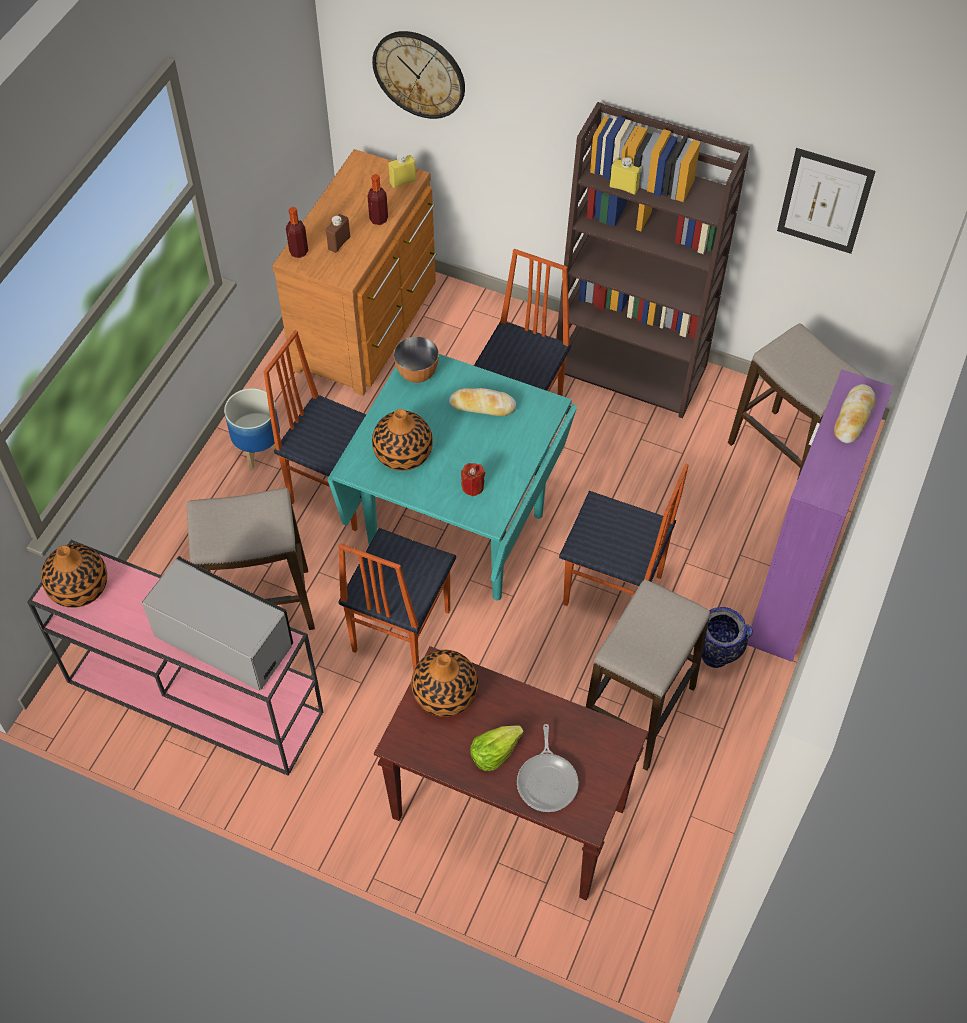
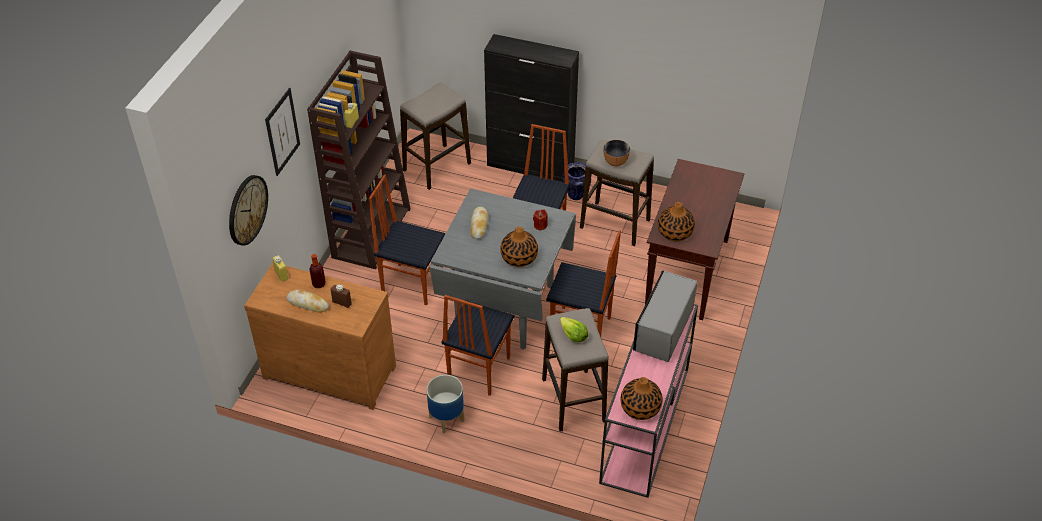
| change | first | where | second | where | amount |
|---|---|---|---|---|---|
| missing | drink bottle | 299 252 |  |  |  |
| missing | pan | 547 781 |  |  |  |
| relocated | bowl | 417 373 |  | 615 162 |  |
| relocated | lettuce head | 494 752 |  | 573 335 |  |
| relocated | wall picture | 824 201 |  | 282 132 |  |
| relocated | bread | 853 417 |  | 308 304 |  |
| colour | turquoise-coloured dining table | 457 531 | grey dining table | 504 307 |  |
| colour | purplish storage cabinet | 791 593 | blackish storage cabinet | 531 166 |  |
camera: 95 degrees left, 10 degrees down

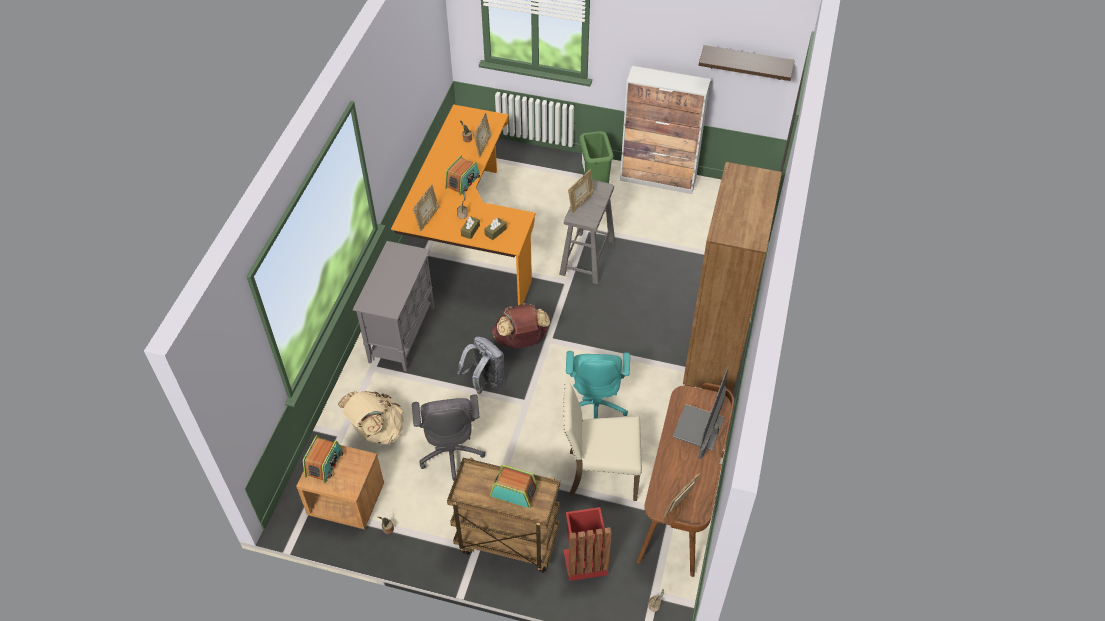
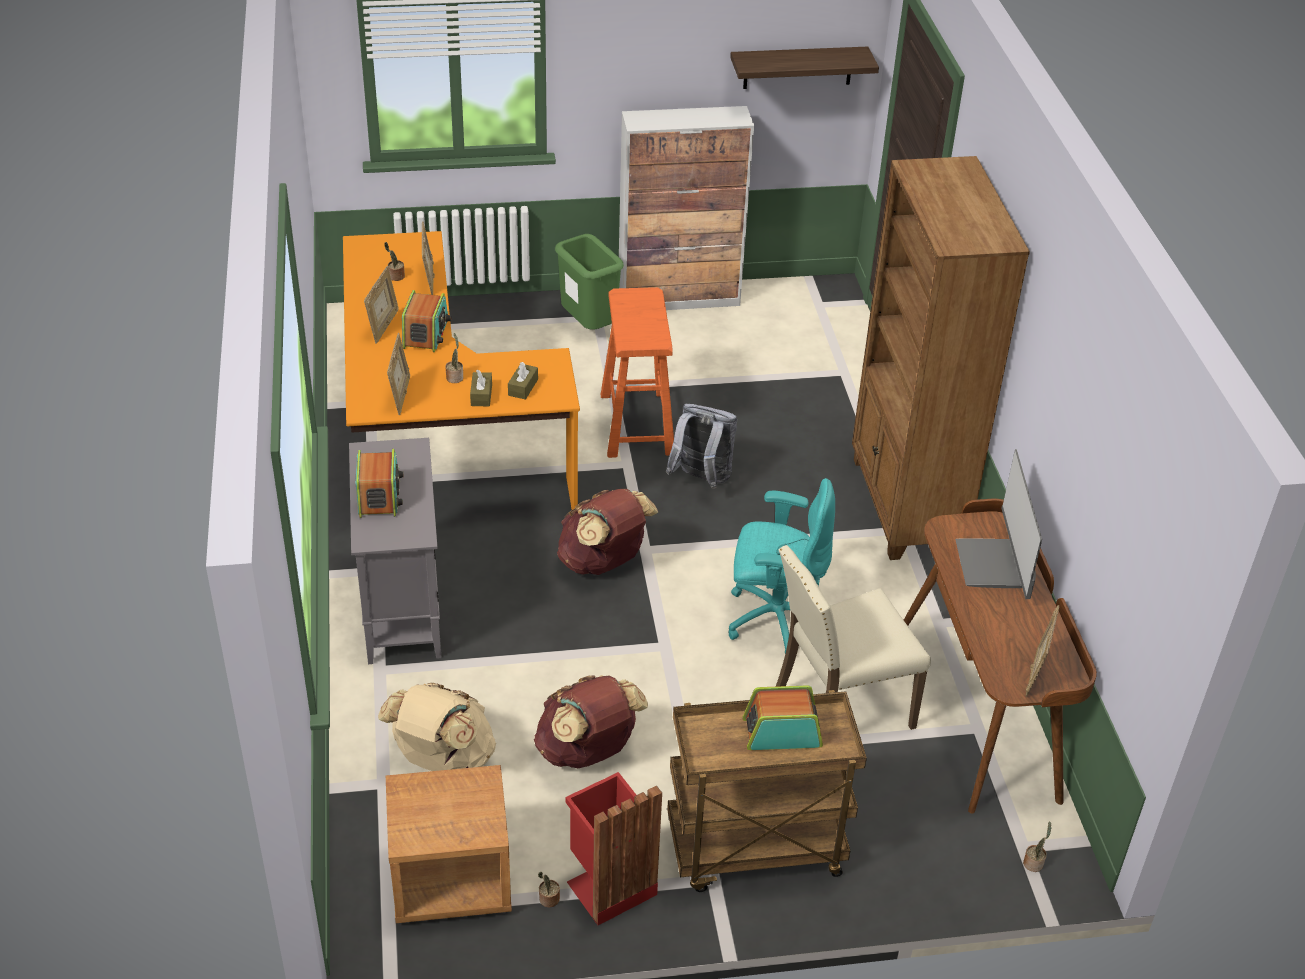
| change | first | where | second | where | amount |
|---|---|---|---|---|---|
| relocated | radio | 324 463 |  | 379 495 |  |
| relocated | grey rucksack | 485 381 |  | 701 480 |  |
| relocated | red trash can | 584 560 |  | 609 885 |  |
| relocated | standing frame | 580 203 |  | 383 327 |  |
| exchanged | grey office chair | 451 452 | brownish rucksack | 587 751 |  |
| colour | grey stool | 587 258 | orange stool | 637 425 |  |
| spun | turquoise-coloured office chair | 595 406 |  | 774 619 | 60 degrees counterclockwise |
camera: 25 degrees left, 10 degrees down

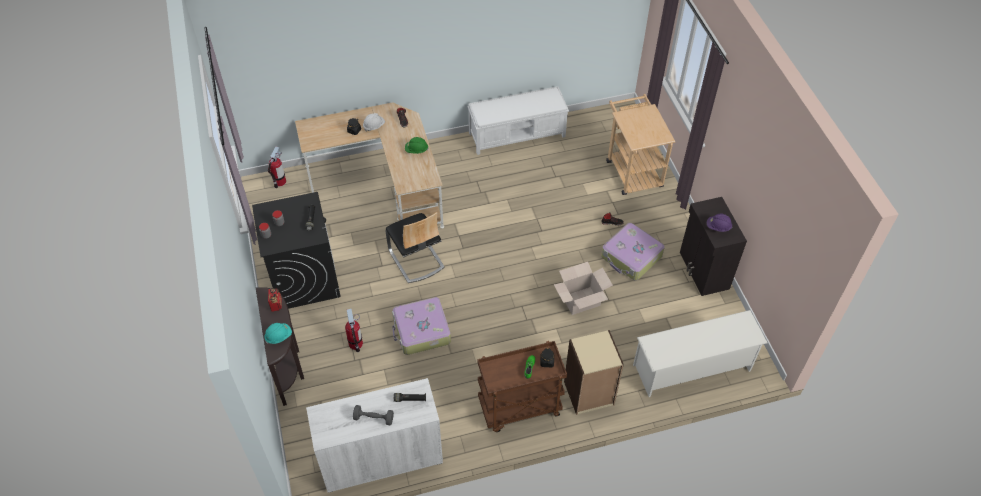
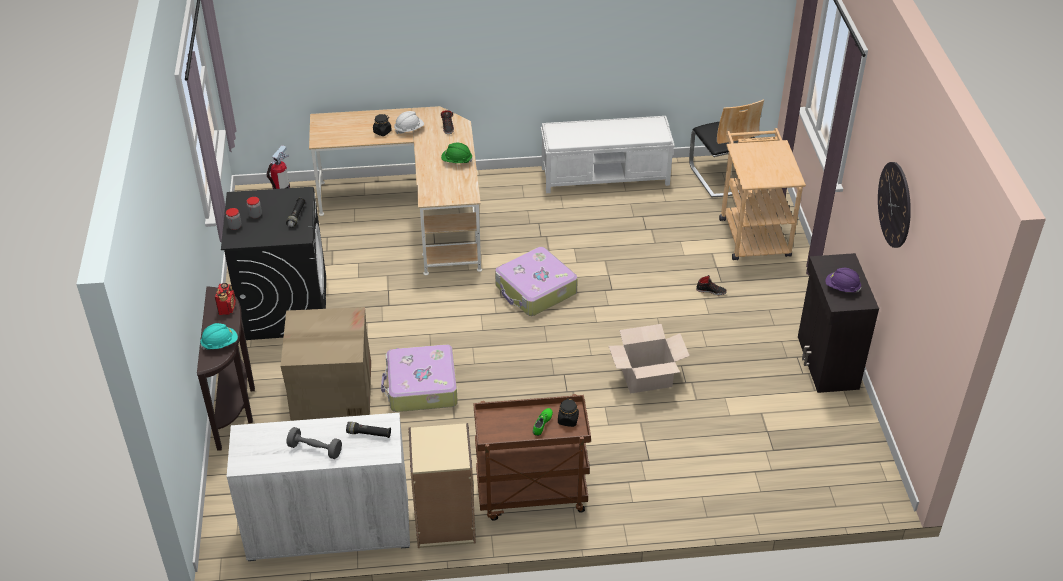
| change | first | where | second | where | amount |
|---|---|---|---|---|---|
| missing | white shoe rack | 692 368 |  |  |  |
| appeared |  |  | wall clock | 895 204 |  |
| relocated | upright chair | 416 259 |  | 722 176 |  |
| relocated | sand-coloured bookshelf | 589 394 |  | 445 524 |  |
| relocated | travel case | 631 257 |  | 535 290 |  |
| exchanged | fire-fighting cylinder | 356 343 | packing box | 331 391 |  |
camera: 10 degrees right, 10 degrees down

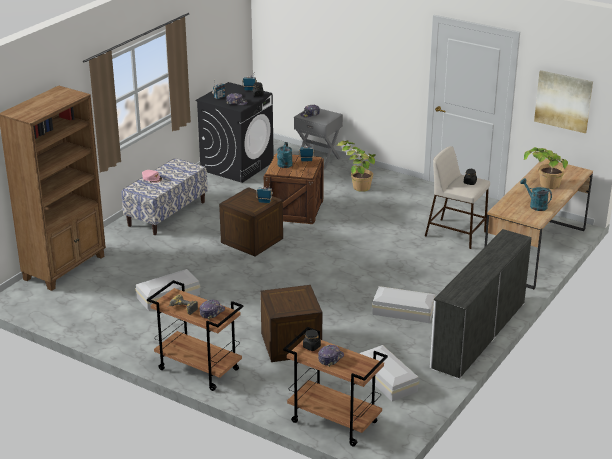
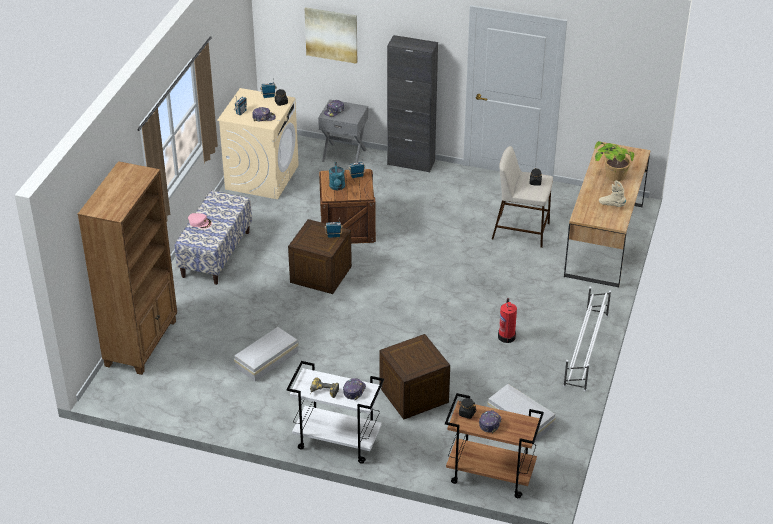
| change | first | where | second | where | amount |
|---|---|---|---|---|---|
| missing | plant in a pot | 356 184 |  |  |  |
| appeared |  |  | blackish storage cabinet | 411 163 |  |
| relocated | wall picture | 563 101 |  | 331 34 |  |
| exchanged | white storage container | 404 311 | fire-fighting cylinder | 506 336 |  |
| exchanged | white chest of drawers | 478 334 | white shoe rack | 585 350 |  |
| exchanged | turquoise-coloured watering pot | 535 205 | sand-coloured tall boot | 612 205 |  |
| colour | brownish wheeled cart | 197 369 | white wheeled cart | 336 442 |  |
| colour | blackish washing machine | 237 166 | sand-coloured washing machine | 262 177 |  |
camera: 15 degrees left, 10 degrees up

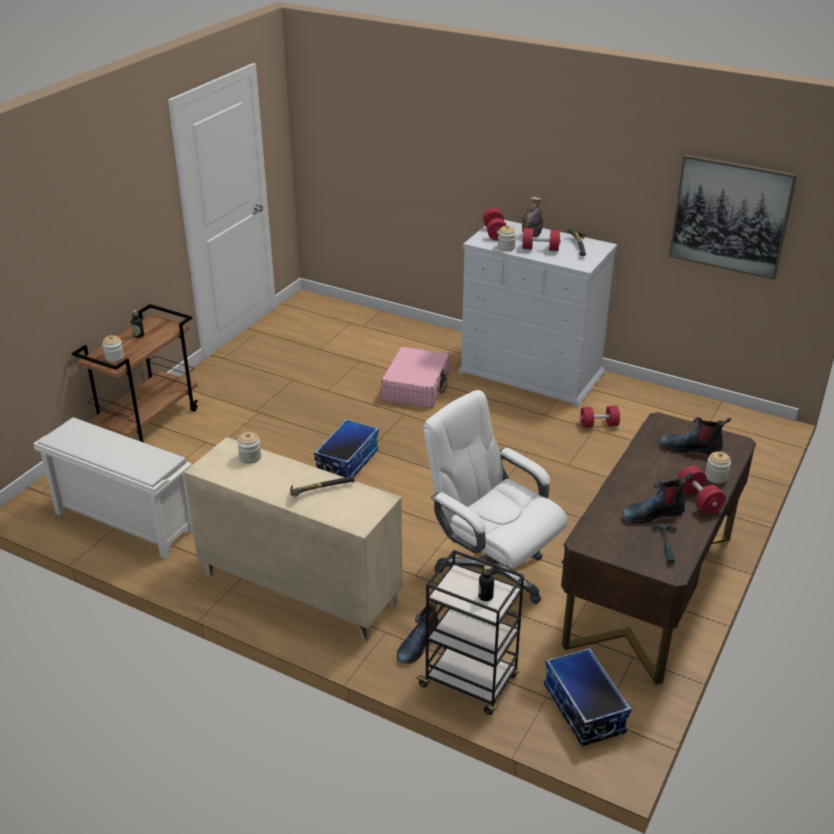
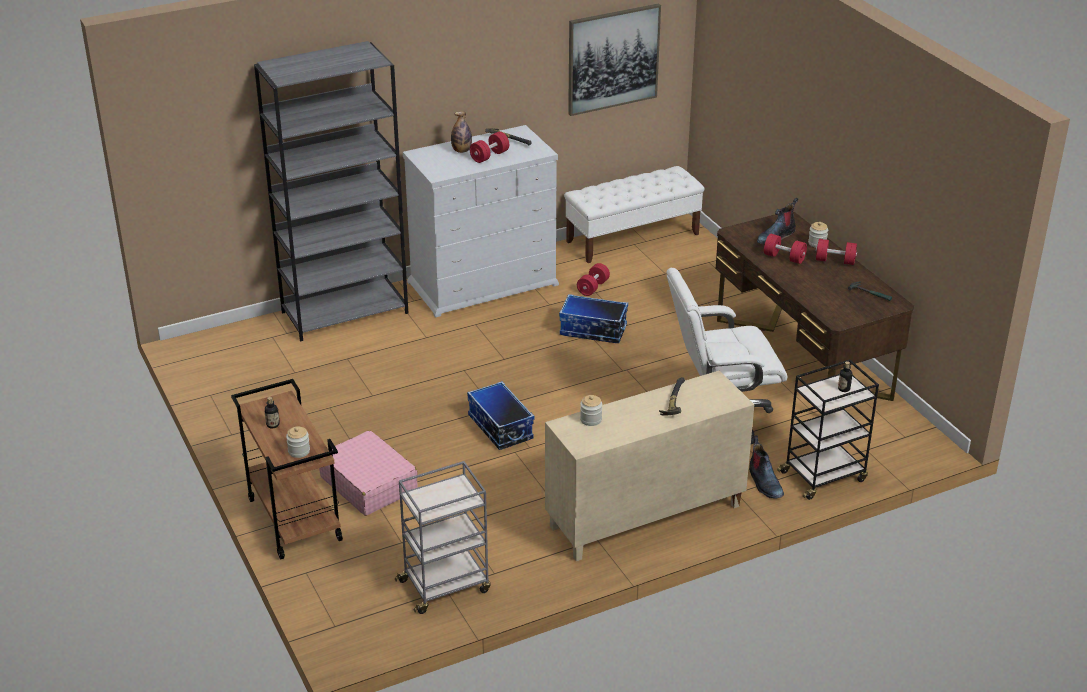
| change | first | where | second | where | amount |
|---|---|---|---|---|---|
| missing | storage jar | 506 247 |  |  |  |
| missing | tall boot | 653 513 |  |  |  |
| appeared |  |  | grey bookshelf | 345 312 |  |
| appeared |  |  | white bench | 633 238 |  |
| relocated | pinkish travel case | 416 387 |  | 368 484 |  |
| relocated | red hand weight | 494 233 |  | 784 257 |  |
| relocated | storage container | 582 709 |  | 592 331 |  |
| exchanged | white shoe rack | 123 522 | grey wheeled cart | 445 585 |  |
camera: 55 degrees left, 0 degrees up

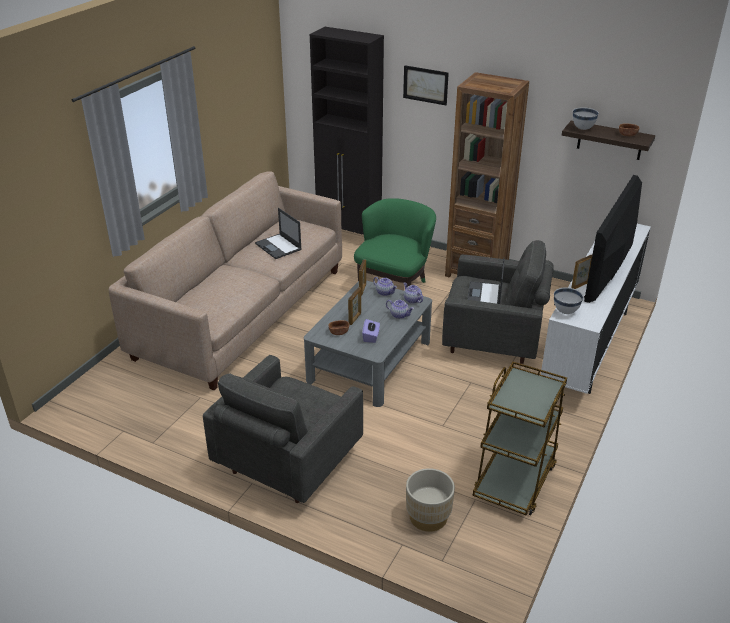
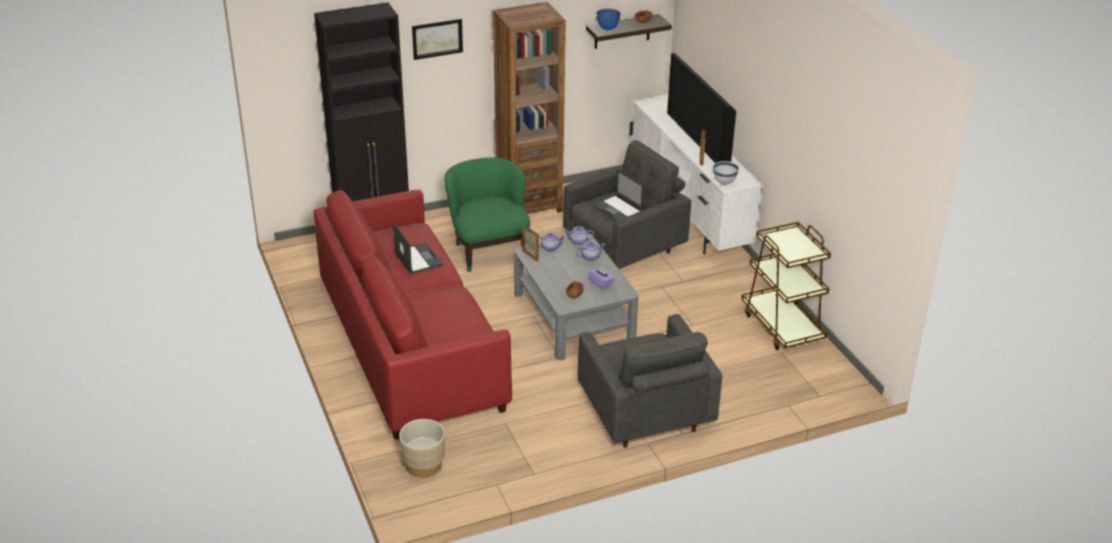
| change | first | where | second | where | amount |
|---|---|---|---|---|---|
| missing | standing frame | 355 319 |  |  |  |
| relocated | sand-coloured plant pot | 428 517 |  | 423 465 |  |
| colour | sand-coloured settee | 242 312 | red settee | 410 346 |  |
| colour | white bowl | 583 128 | bluish bowl | 608 29 |  |
| spun | notebook computer | 278 247 |  | 418 258 | 120 degrees counterclockwise |
camera: 50 degrees left, 0 degrees up

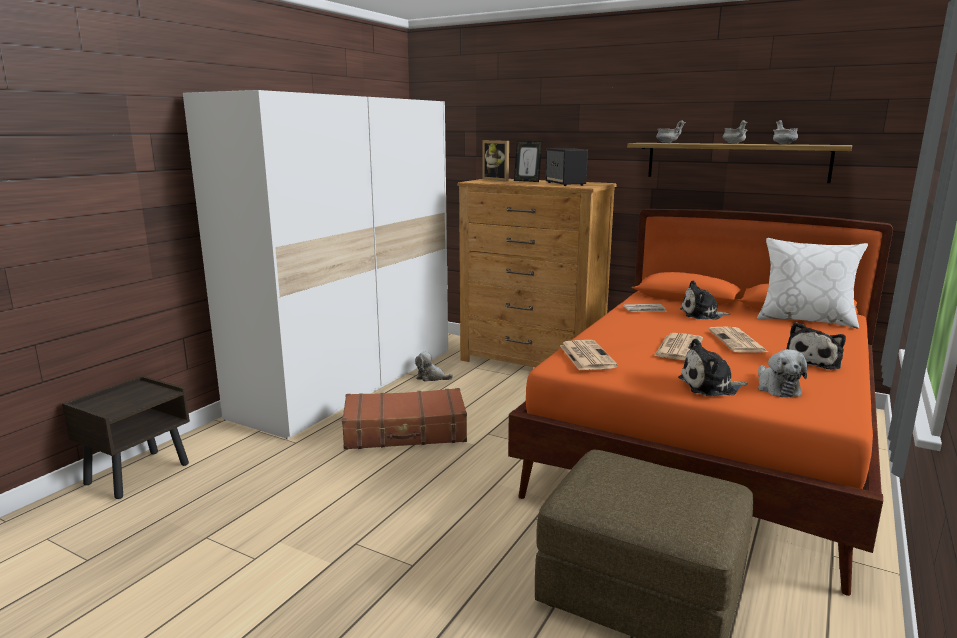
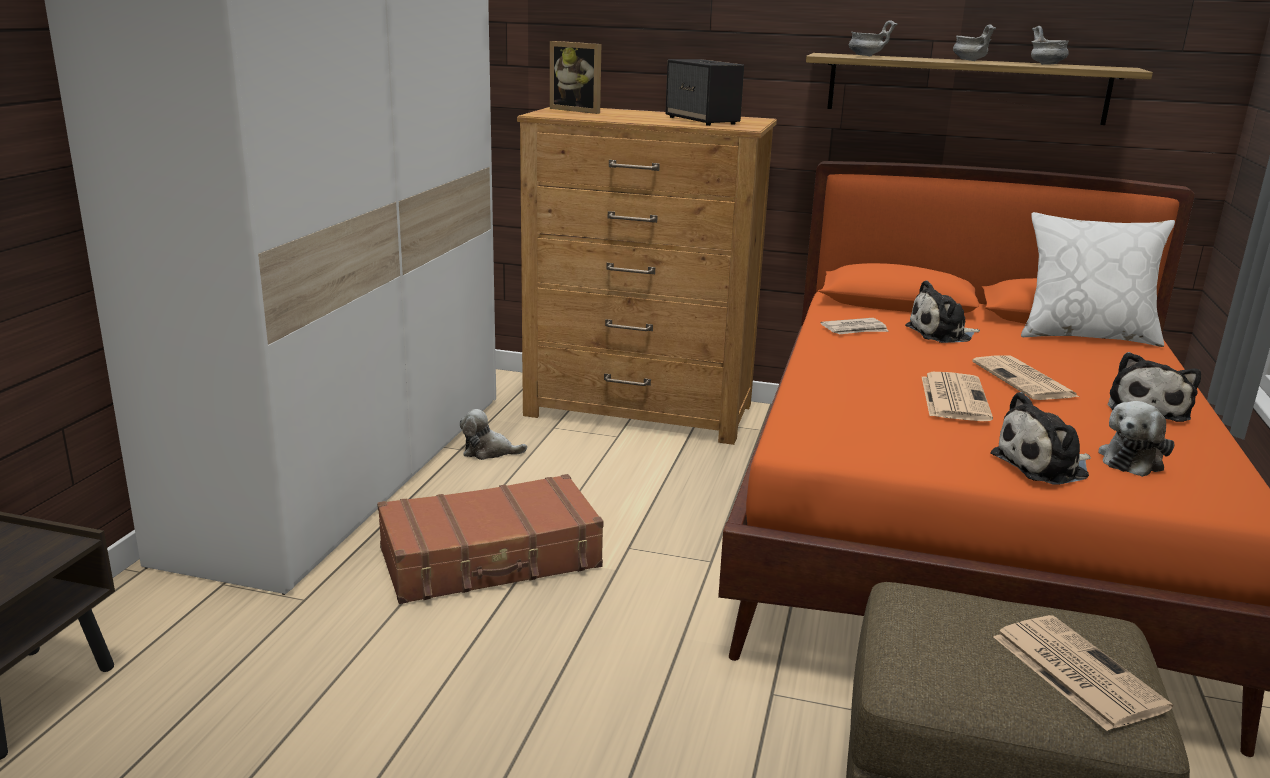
| change | first | where | second | where | amount |
|---|---|---|---|---|---|
| missing | standing frame | 527 181 |  |  |  |
| relocated | daily paper | 586 356 |  | 1074 671 |  |
| spun | plush toy | 777 388 |  | 1133 460 | 60 degrees clockwise |
camera: 15 degrees left, 5 degrees up

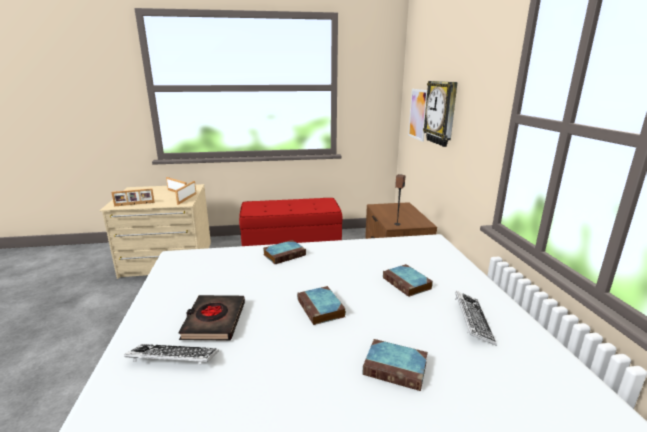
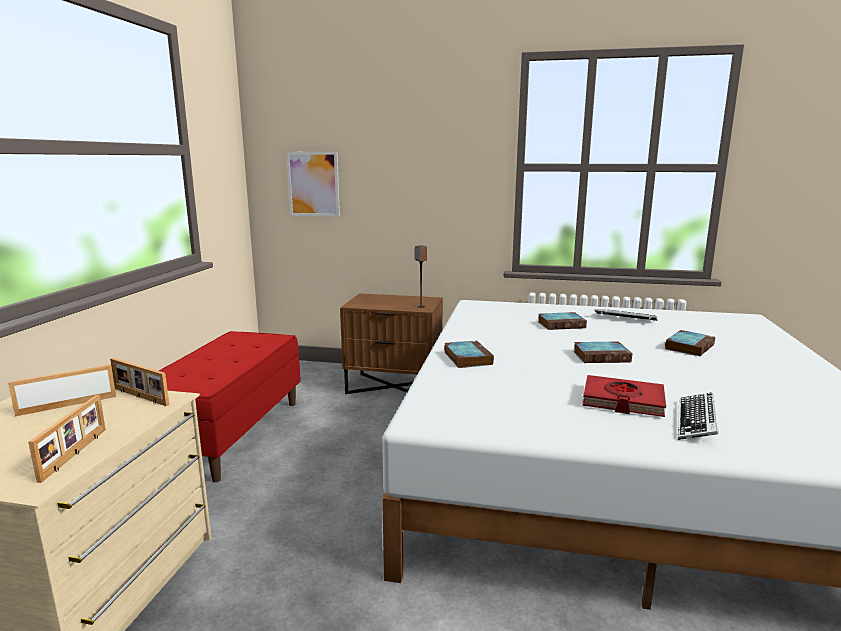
| change | first | where | second | where | amount |
|---|---|---|---|---|---|
| missing | wall clock | 441 113 |  |  |  |
| colour | blackish bound book | 214 321 | red bound book | 622 401 |  |
camera: 70 degrees left, 5 degrees down

